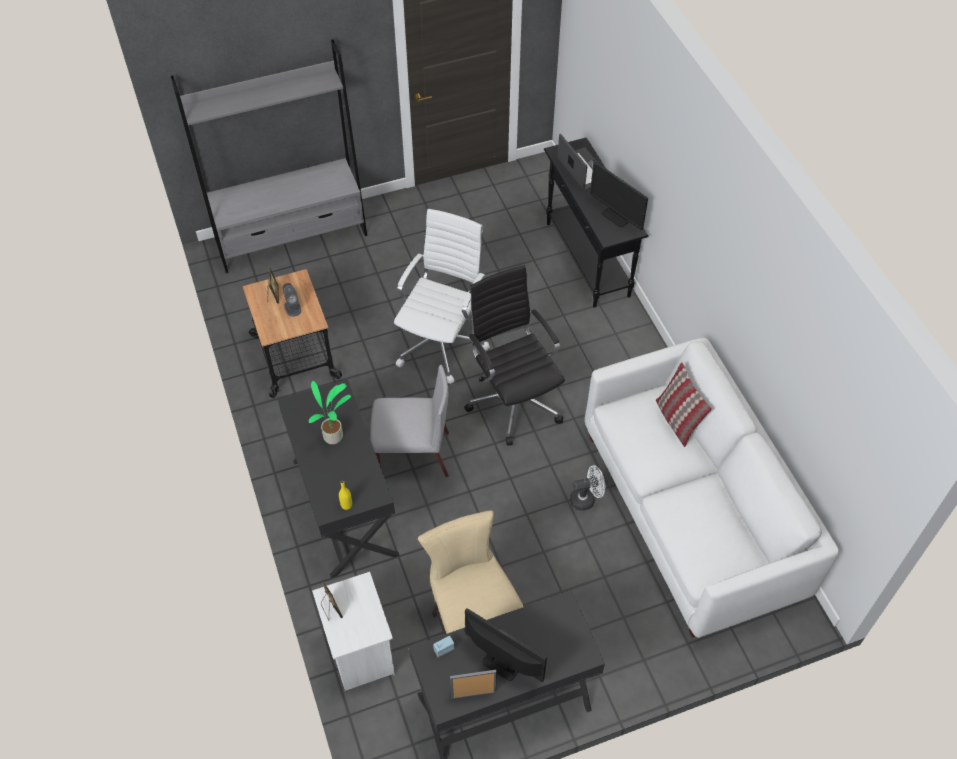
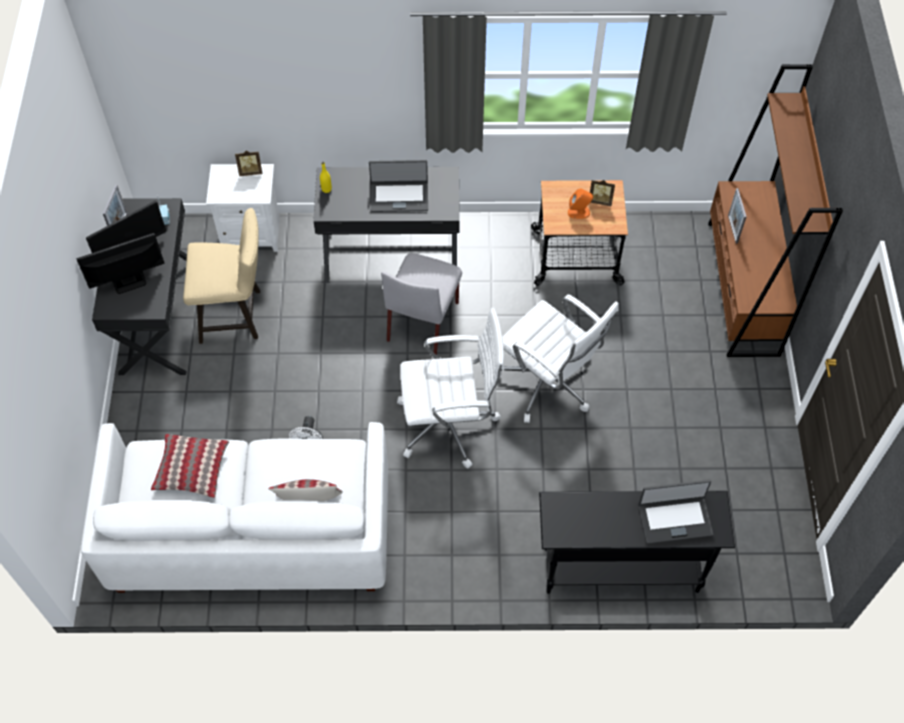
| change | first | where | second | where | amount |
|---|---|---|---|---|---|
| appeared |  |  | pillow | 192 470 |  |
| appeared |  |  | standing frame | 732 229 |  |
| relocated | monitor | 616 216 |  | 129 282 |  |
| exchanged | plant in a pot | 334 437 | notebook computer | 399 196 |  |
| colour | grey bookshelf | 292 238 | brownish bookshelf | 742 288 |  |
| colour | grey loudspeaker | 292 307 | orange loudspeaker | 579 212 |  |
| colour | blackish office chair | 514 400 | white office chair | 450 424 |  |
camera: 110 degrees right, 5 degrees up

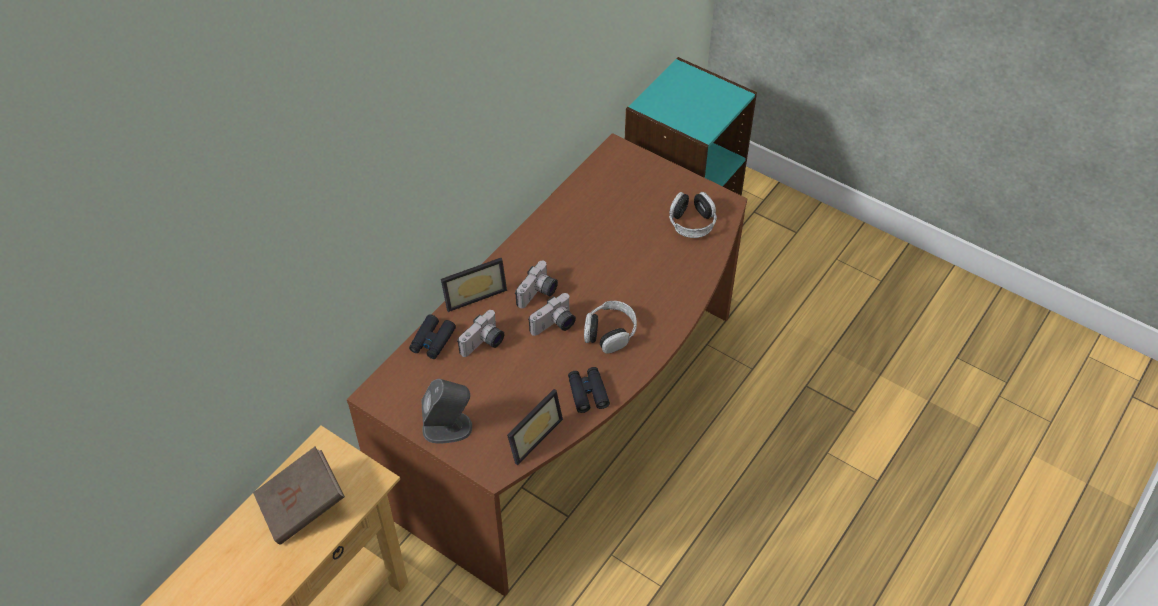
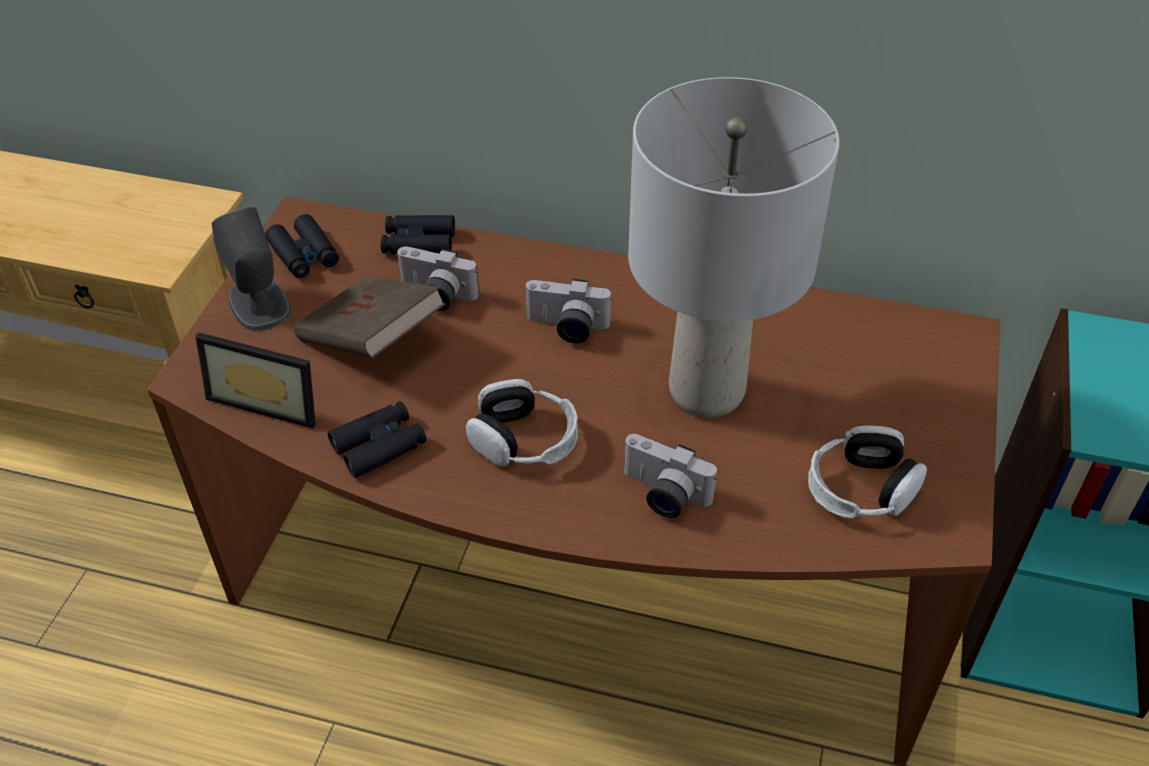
| change | first | where | second | where | amount |
|---|---|---|---|---|---|
| missing | standing frame | 473 293 |  |  |  |
| appeared |  |  | blackish field glasses | 304 255 |  |
| appeared |  |  | grey tabletop lamp | 707 393 |  |
| relocated | brownish bound book | 302 506 |  | 372 341 |  |
| relocated | photo camera | 555 325 |  | 662 495 |  |
camera: 70 degrees right, 5 degrees down

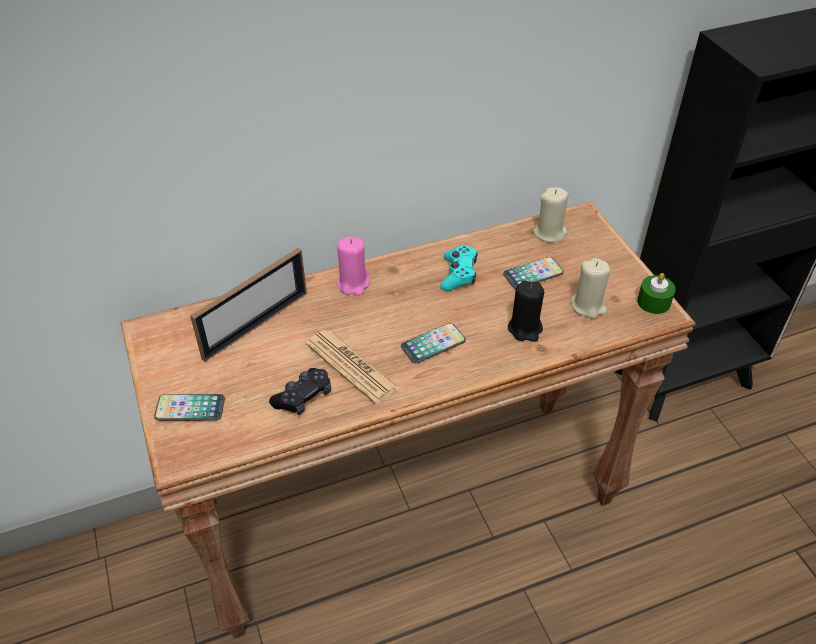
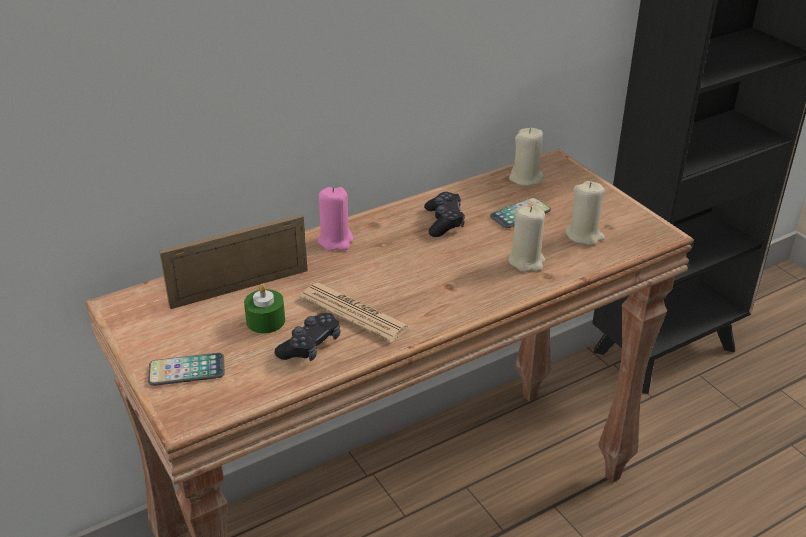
| change | first | where | second | where | amount |
|---|---|---|---|---|---|
| missing | handset | 433 344 |  |  |  |
| relocated | green-coloured wax light | 653 302 |  | 265 321 |  |
| colour | turquoise-coloured gamepad | 458 274 | blackish gamepad | 444 222 |  |
| colour | blackish wax light | 525 328 | sand-coloured wax light | 526 261 |  |
| spun | standing frame | 256 325 |  | 240 288 | 150 degrees counterclockwise |
camera: 10 degrees left, 10 degrees down

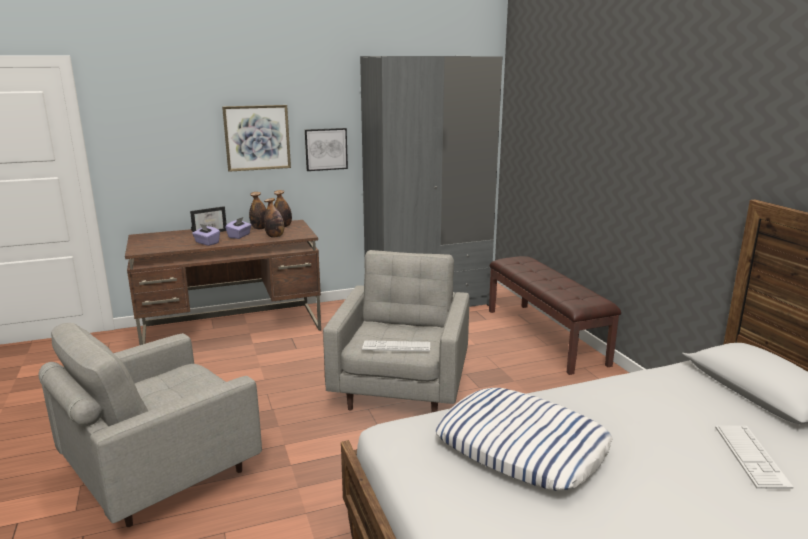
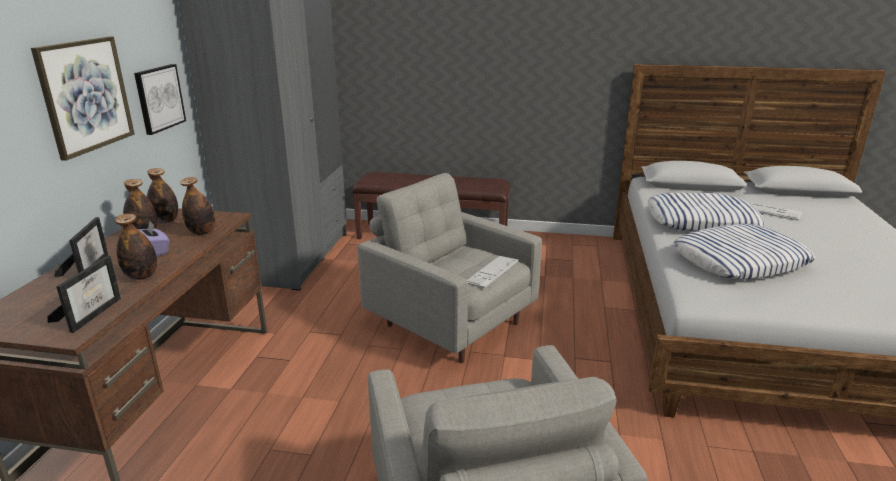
| change | first | where | second | where | amount |
|---|---|---|---|---|---|
| appeared |  |  | standing frame | 91 313 |  |
| appeared |  |  | pillow | 701 221 |  |
| exchanged | purplish tissue holder | 207 243 | drink bottle | 141 276 |  |
camera: 60 degrees left, 5 degrees up

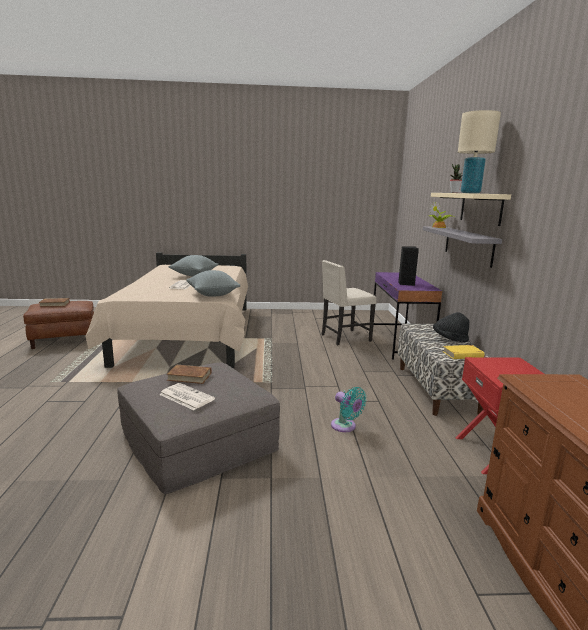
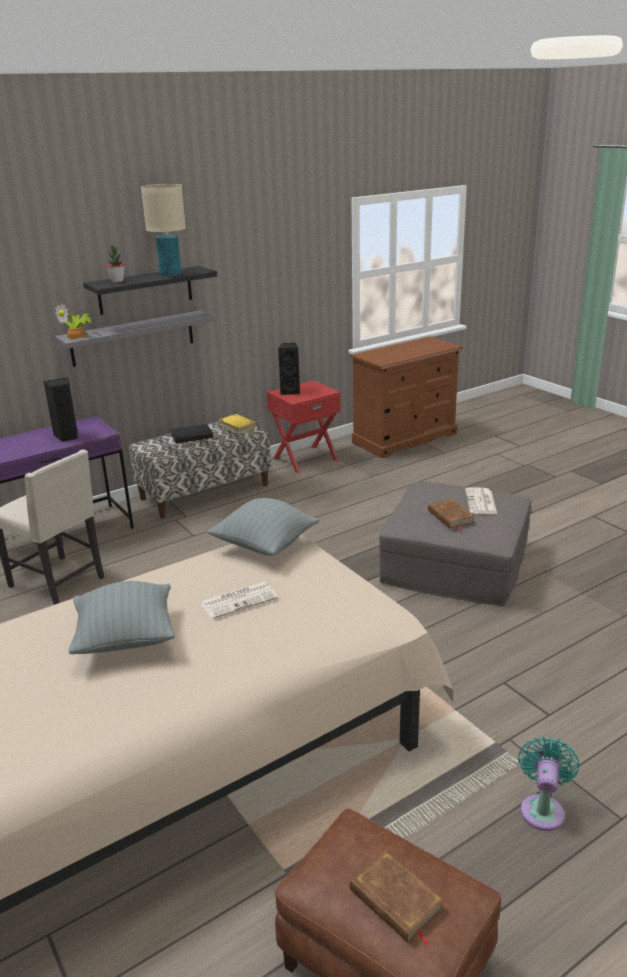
| change | first | where | second | where | amount |
|---|---|---|---|---|---|
| appeared |  |  | blackish loudspeaker | 290 391 |  |
| relocated | turquoise-coloured cooling fan | 345 427 |  | 542 809 |  |
| exchanged | blackish wearable hat | 449 339 | blackish bound book | 192 435 |  |
| colour | sand-coloured shelf | 480 208 | blackish shelf | 145 290 |  |
camera: 120 degrees left, 10 degrees up

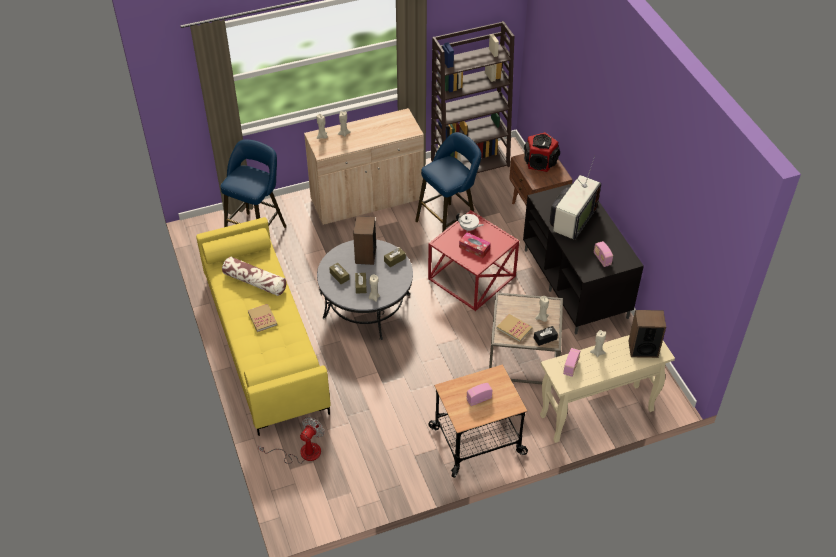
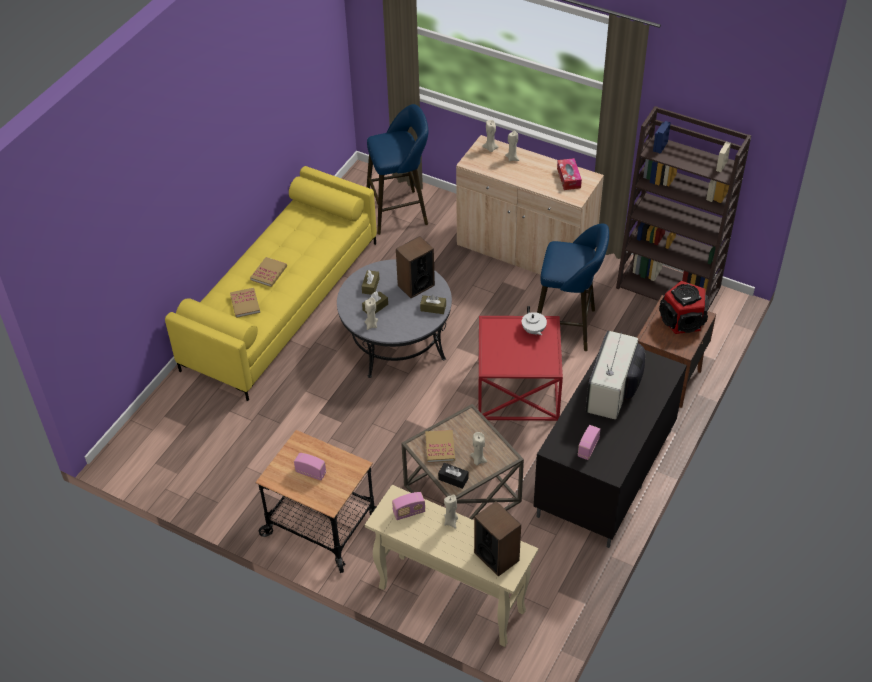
| change | first | where | second | where | amount |
|---|---|---|---|---|---|
| missing | pillow | 255 282 |  |  |  |
| missing | cooling fan | 302 453 |  |  |  |
| appeared |  |  | bound book | 245 304 |  |
| relocated | tissue holder | 474 248 |  | 568 178 |  |
| spun | TV | 571 221 |  | 613 391 | 120 degrees clockwise |
camera: 50 degrees right, 0 degrees up

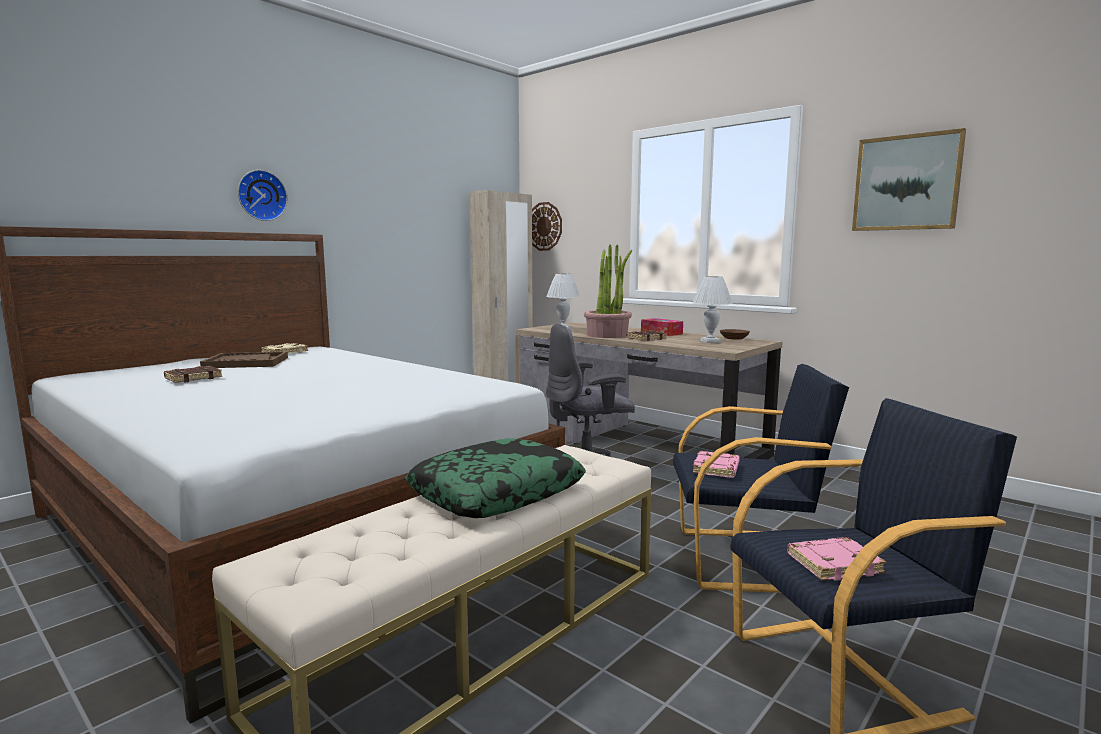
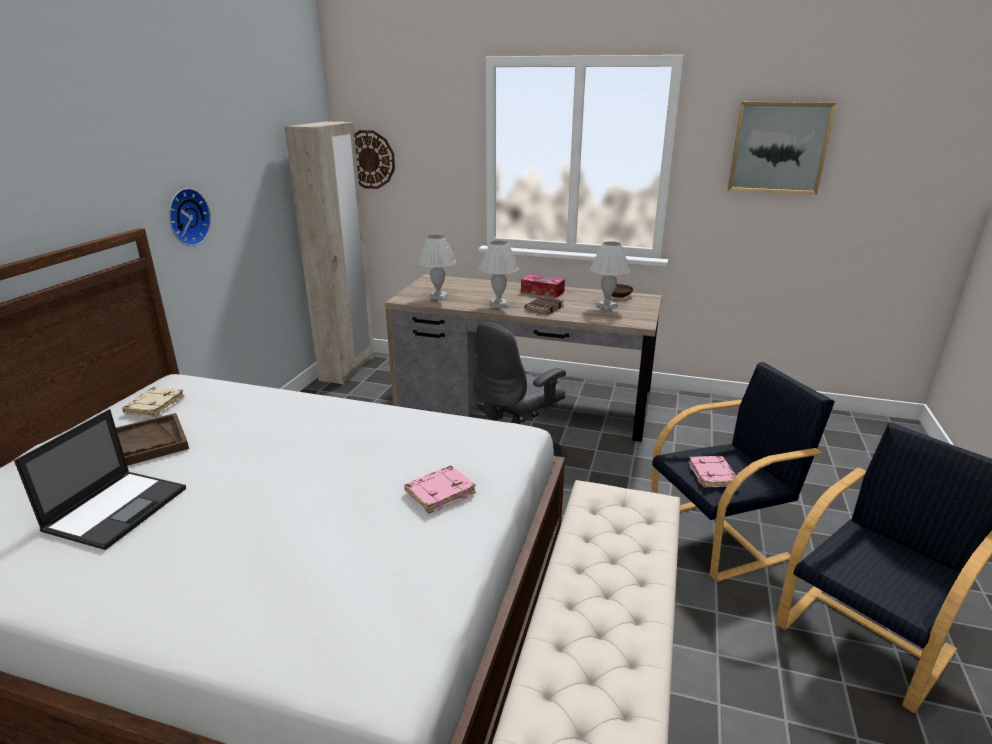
| change | first | where | second | where | amount |
|---|---|---|---|---|---|
| missing | pillow | 497 493 |  |  |  |
| relocated | wall clock | 261 195 |  | 186 217 |  |
| relocated | pinkish bound book | 834 563 |  | 440 492 |  |
| exchanged | brownish bound book | 193 378 | notebook computer | 118 508 |  |
| exchanged | plant in a pot | 607 335 | white tabletop lamp | 498 304 |  |
camera: 25 degrees left, 15 degrees up

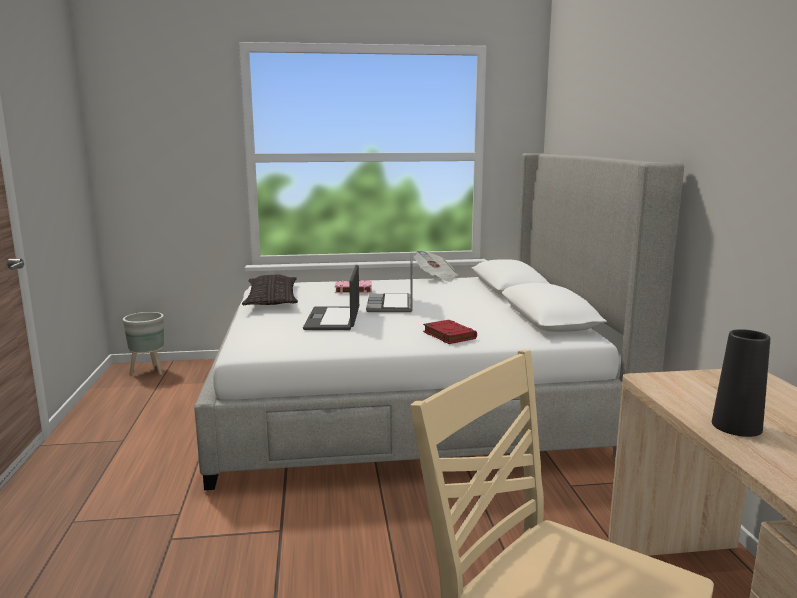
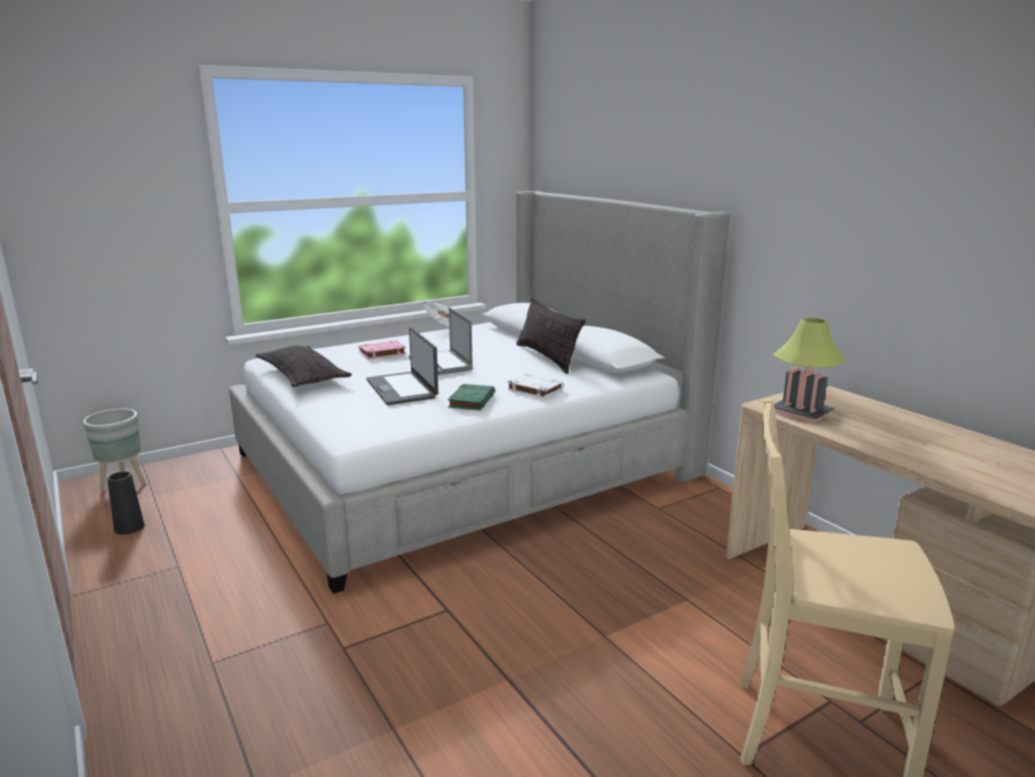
| change | first | where | second | where | amount |
|---|---|---|---|---|---|
| appeared |  |  | green-coloured bound book | 471 401 |  |
| appeared |  |  | pillow | 547 357 |  |
| appeared |  |  | tabletop lamp | 801 413 |  |
| relocated | blackish vase | 736 426 |  | 129 527 |  |
| colour | red bound book | 448 335 | white bound book | 534 389 |  |
camera: 25 degrees left, 5 degrees up

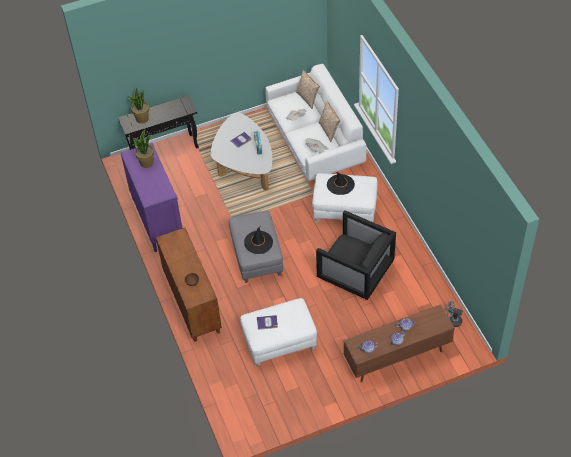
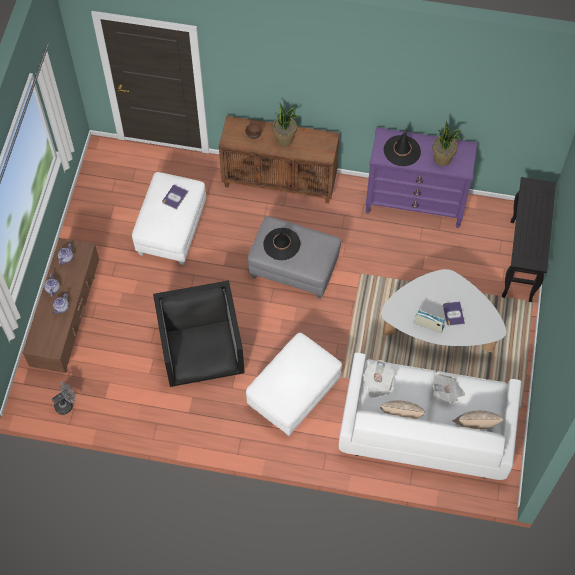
| change | first | where | second | where | amount |
|---|---|---|---|---|---|
| relocated | plant in a pot | 142 119 |  | 285 139 |  |
| relocated | blackish wearable hat | 340 184 |  | 402 151 |  |
| spun | blackish lounge chair | 355 272 |  | 202 351 | 105 degrees clockwise |
camera: 120 degrees right, 10 degrees up

